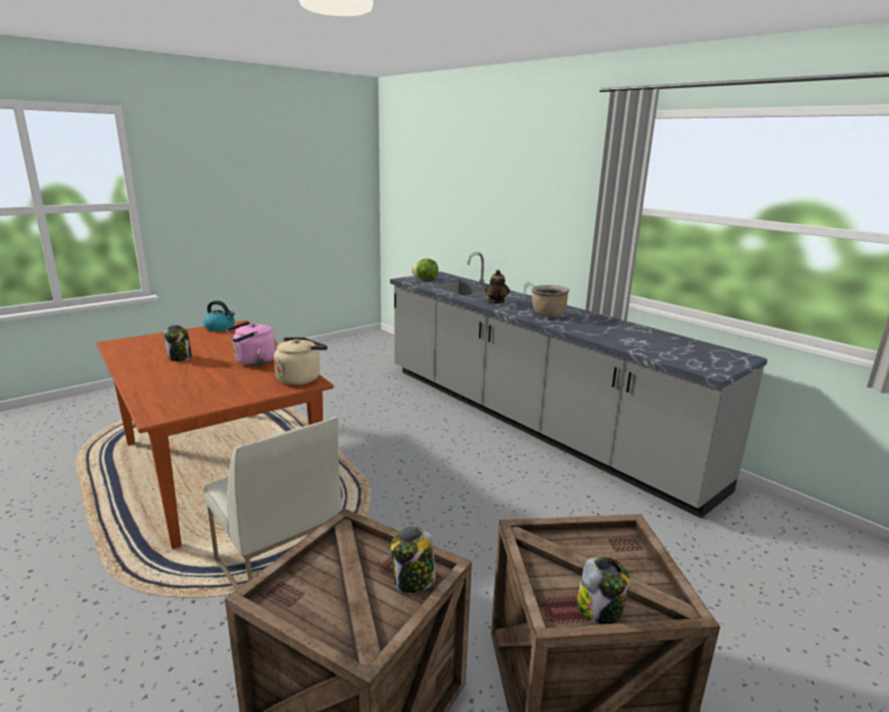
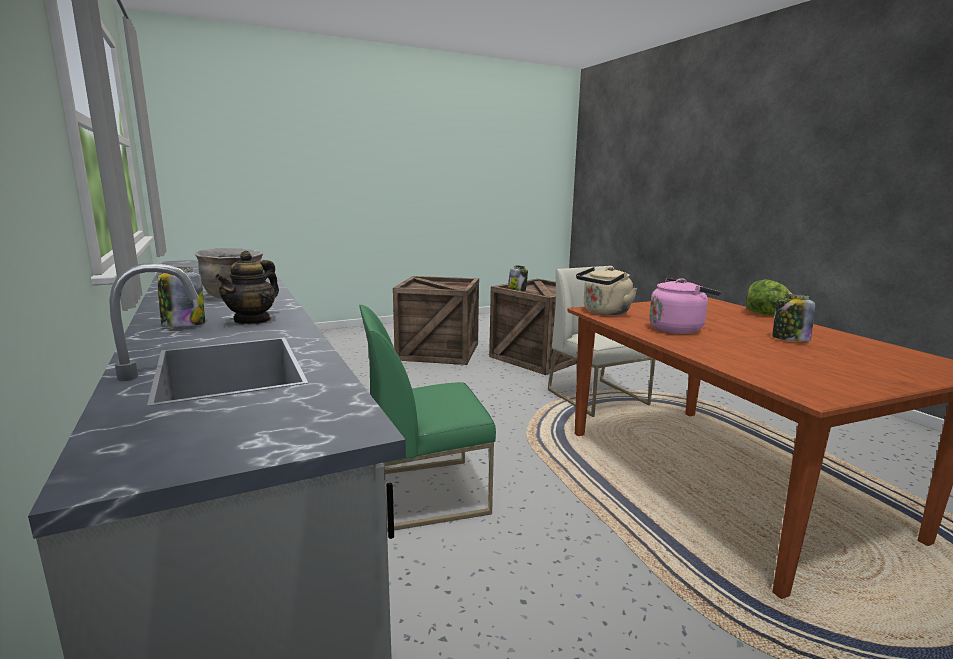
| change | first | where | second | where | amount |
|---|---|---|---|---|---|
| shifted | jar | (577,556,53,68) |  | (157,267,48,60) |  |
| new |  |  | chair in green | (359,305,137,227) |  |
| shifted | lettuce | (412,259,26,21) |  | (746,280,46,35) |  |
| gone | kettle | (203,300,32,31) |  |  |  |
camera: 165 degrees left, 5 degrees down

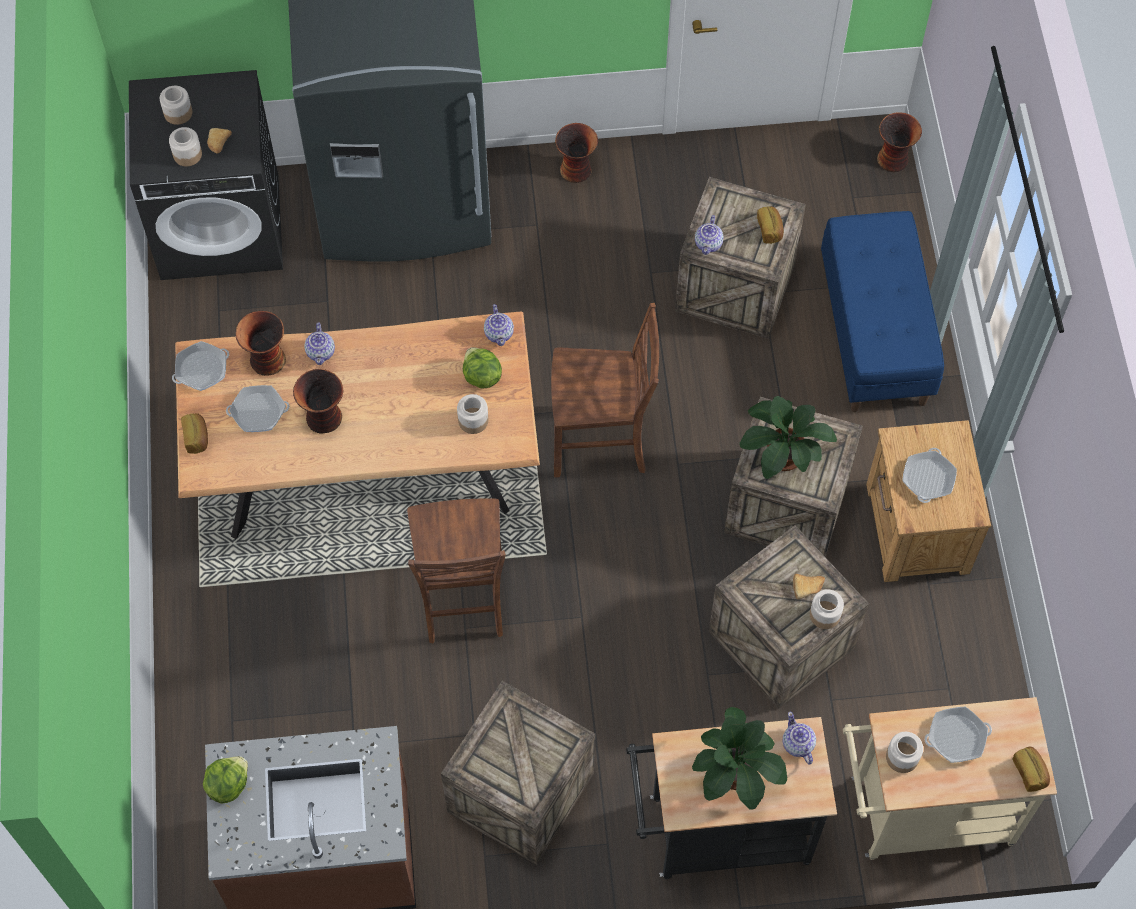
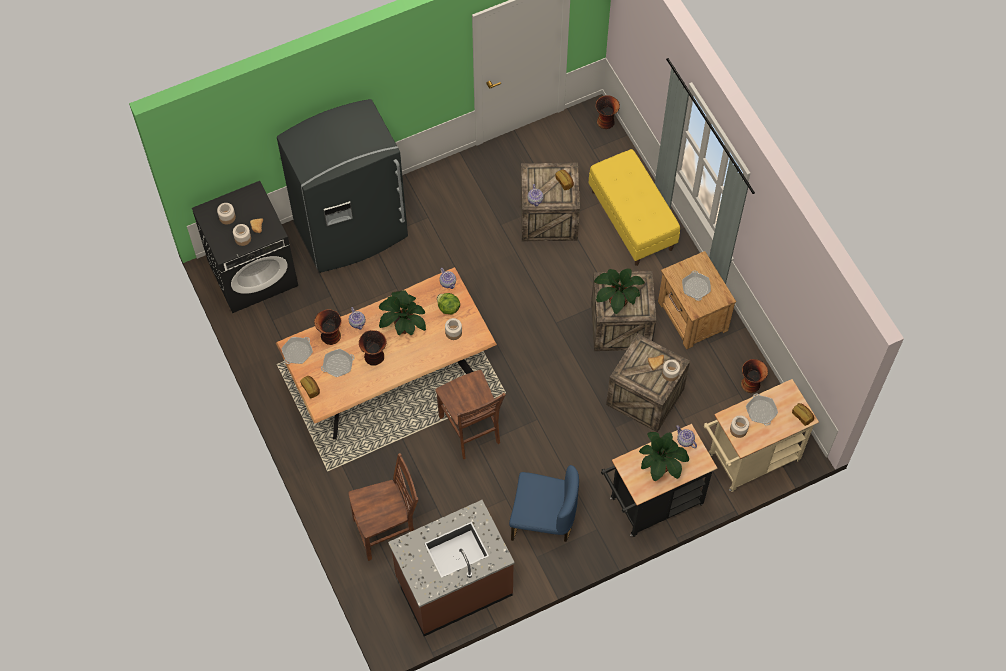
| change | first | where | second | where | amount |
|---|---|---|---|---|---|
| shifted | chair in brown | (551,303,108,174) |  | (348,453,70,108) |  |
| new |  |  | potted plant | (379,290,47,45) |  |
| swapped | crate | (441,681,154,184) | chair in blue | (509,465,70,77) |  |
| repainted | bench in blue | (821,211,123,201) | bench in yellow | (589,149,91,117) |  |
| shifted | vase | (555,123,43,60) |  | (741,359,27,34) |  |
| rotated | frying pan | (924,706,68,57) |  | (746,394,32,32) | 75 degrees counterclockwise |
| gone | lettuce | (203,756,45,47) |  |  |  |
camera: 20 degrees left, 0 degrees up

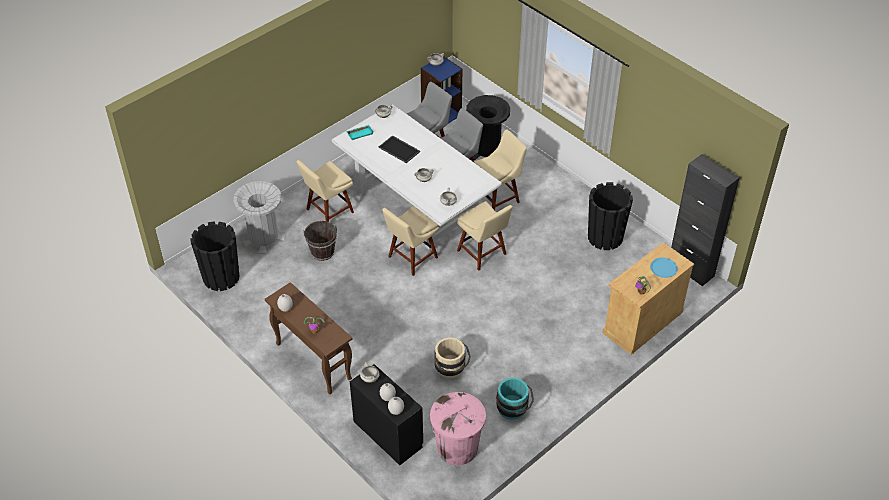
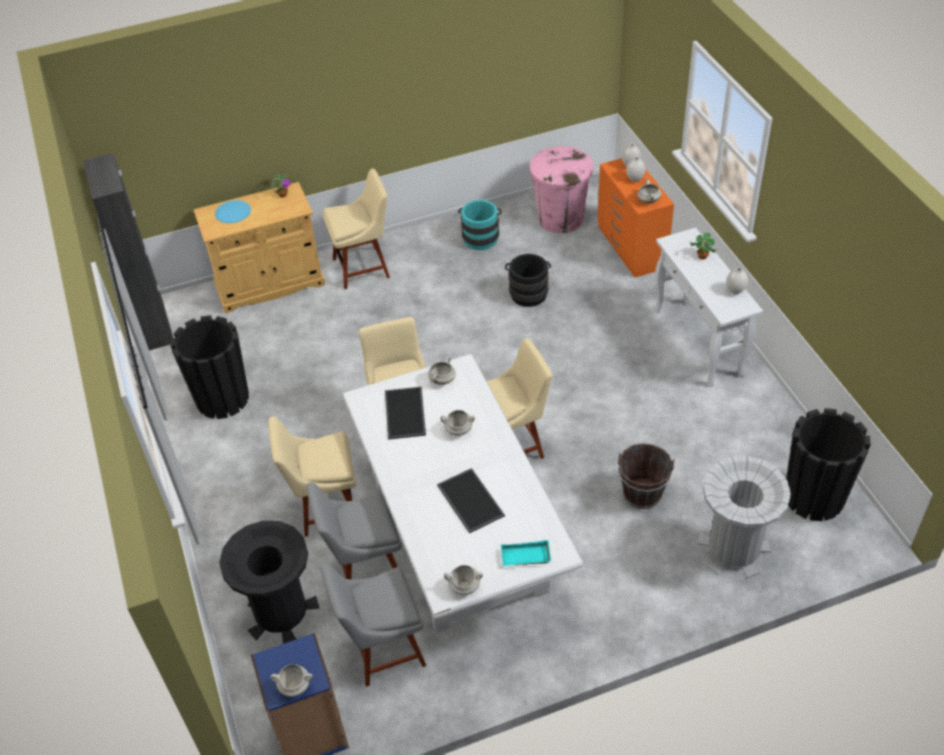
| change | first | where | second | where | amount |
|---|---|---|---|---|---|
| shifted | chair in beige | (297,160,57,62) |  | (323,169,67,120) |  |
| new |  |  | tray | (385,387,41,53) |  |
| repainted | bucket in beige | (434,338,37,40) | bucket in black | (505,254,47,53) |  |
| repainted | dresser in black | (350,364,73,101) | dresser in orange | (597,158,77,120) |  |
| repainted | console table in brown | (265,282,87,112) | console table in white | (655,228,108,159) |  |
camera: 155 degrees left, 0 degrees up

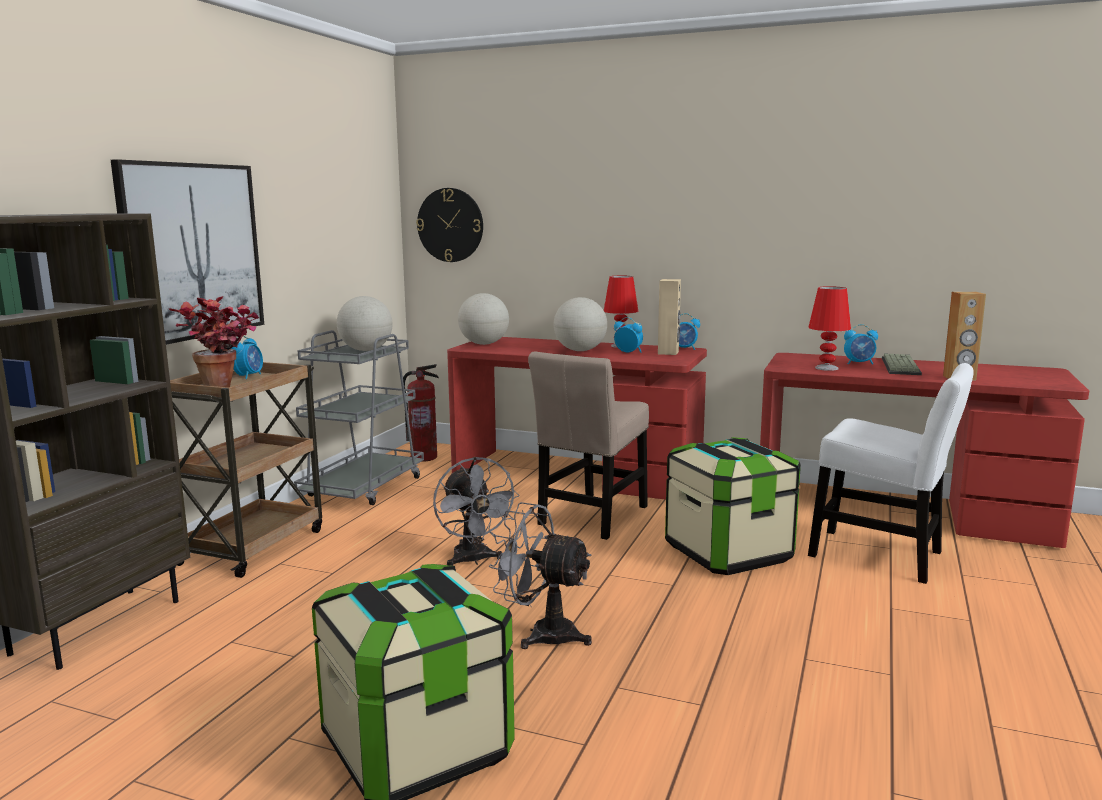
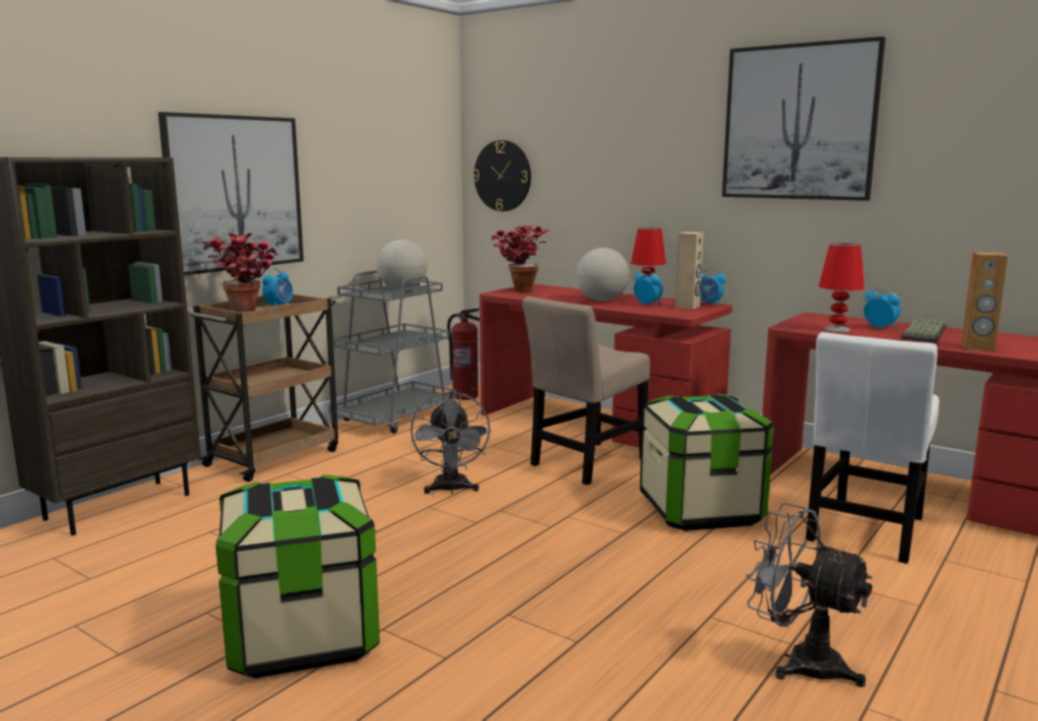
| change | first | where | second | where | amount |
|---|---|---|---|---|---|
| swapped | globe | (458,293,51,52) | potted plant | (491,225,58,68) |  |
| new |  |  | picture | (722,36,164,165) |  |
| shifted | fan in grey | (489,502,103,147) |  | (746,503,127,184) |  |
| rotated | chair in white | (808,363,166,221) |  | (806,332,133,232) | 75 degrees clockwise |
| rotated | alarm clock | (844,324,34,41) |  | (864,287,36,42) | 150 degrees counterclockwise |
camera: 15 degrees right, 0 degrees up

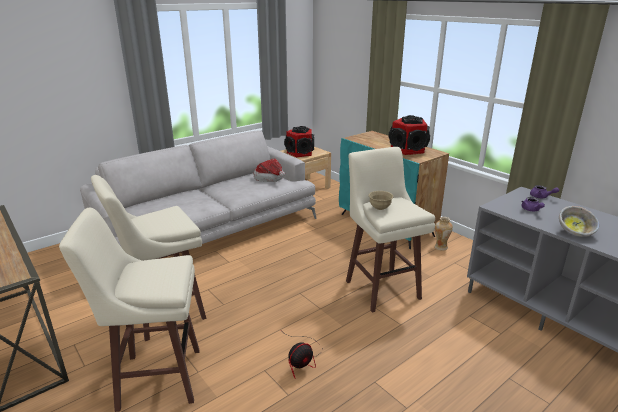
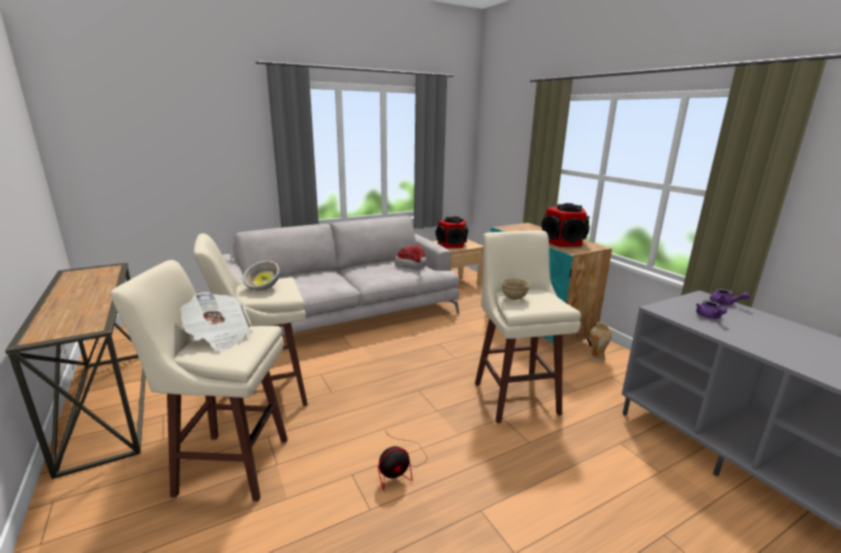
| change | first | where | second | where | amount |
|---|---|---|---|---|---|
| new |  |  | newspaper | (181,292,72,59) |  |
| shifted | bowl | (559,206,40,31) |  | (243,261,37,29) |  |
camera: 10 degrees right, 5 degrees down

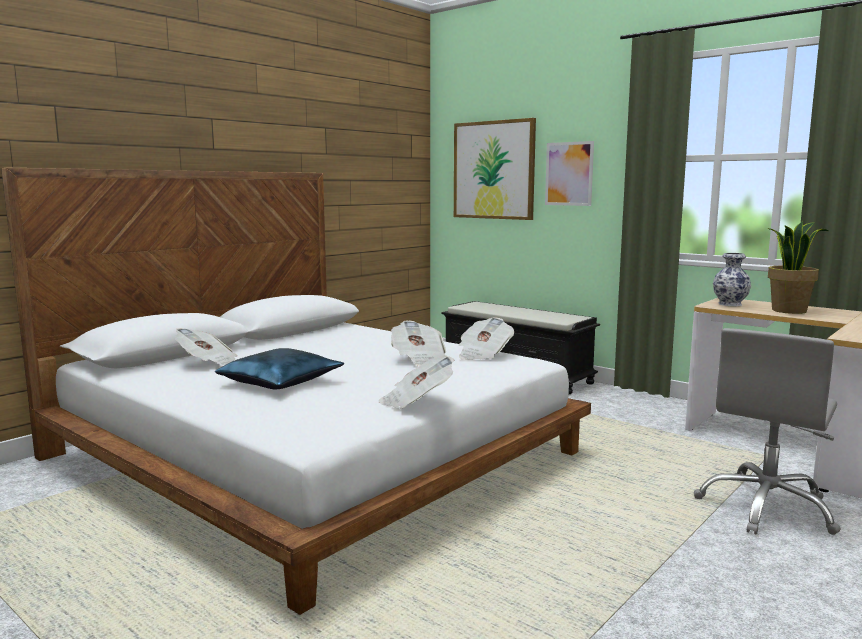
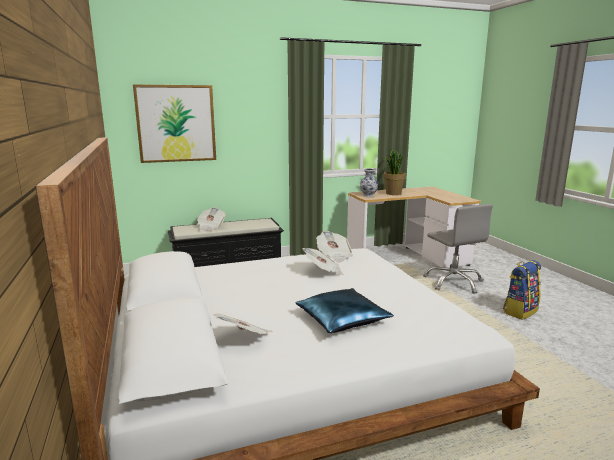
| change | first | where | second | where | amount |
|---|---|---|---|---|---|
| shifted | newspaper | (379,357,76,52) |  | (197,207,29,25) |  |
| new |  |  | backpack | (503,260,38,60) |  |
| gone | picture | (545,141,49,65) |  |  |  |
camera: 60 degrees left, 5 degrees up

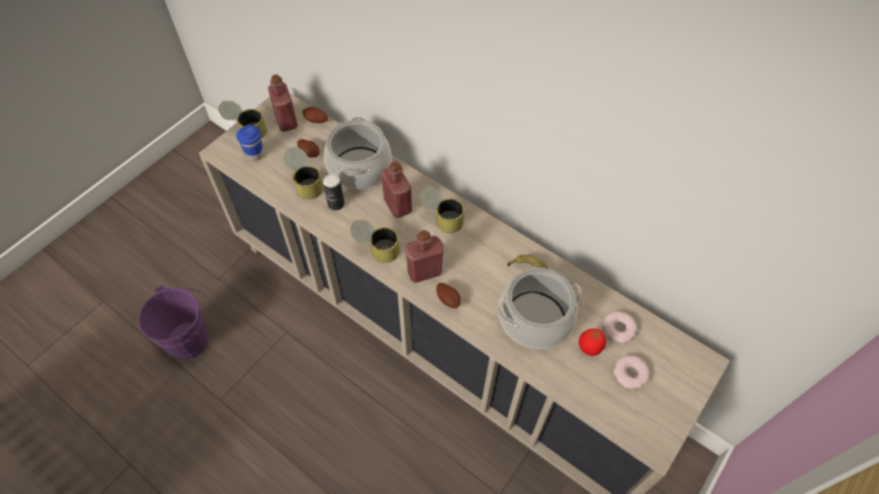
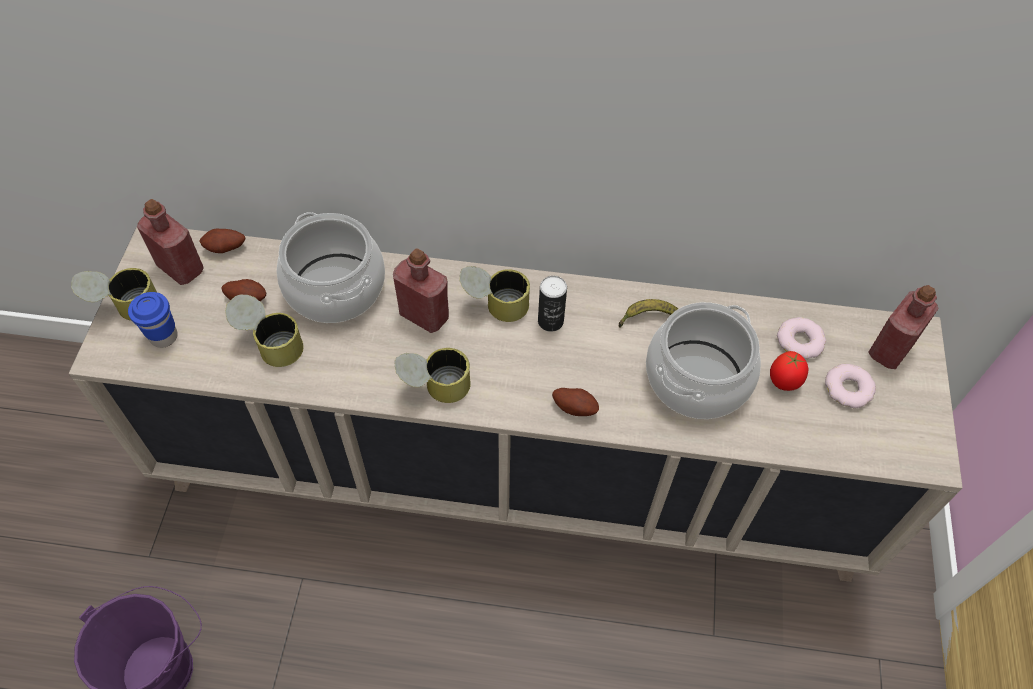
| change | first | where | second | where | amount |
|---|---|---|---|---|---|
| shifted | can | (323,173,22,38) |  | (538,276,29,56) |  |
| shifted | bottle in red | (405,230,39,53) |  | (868,285,71,84) |  |
camera: 30 degrees left, 0 degrees up

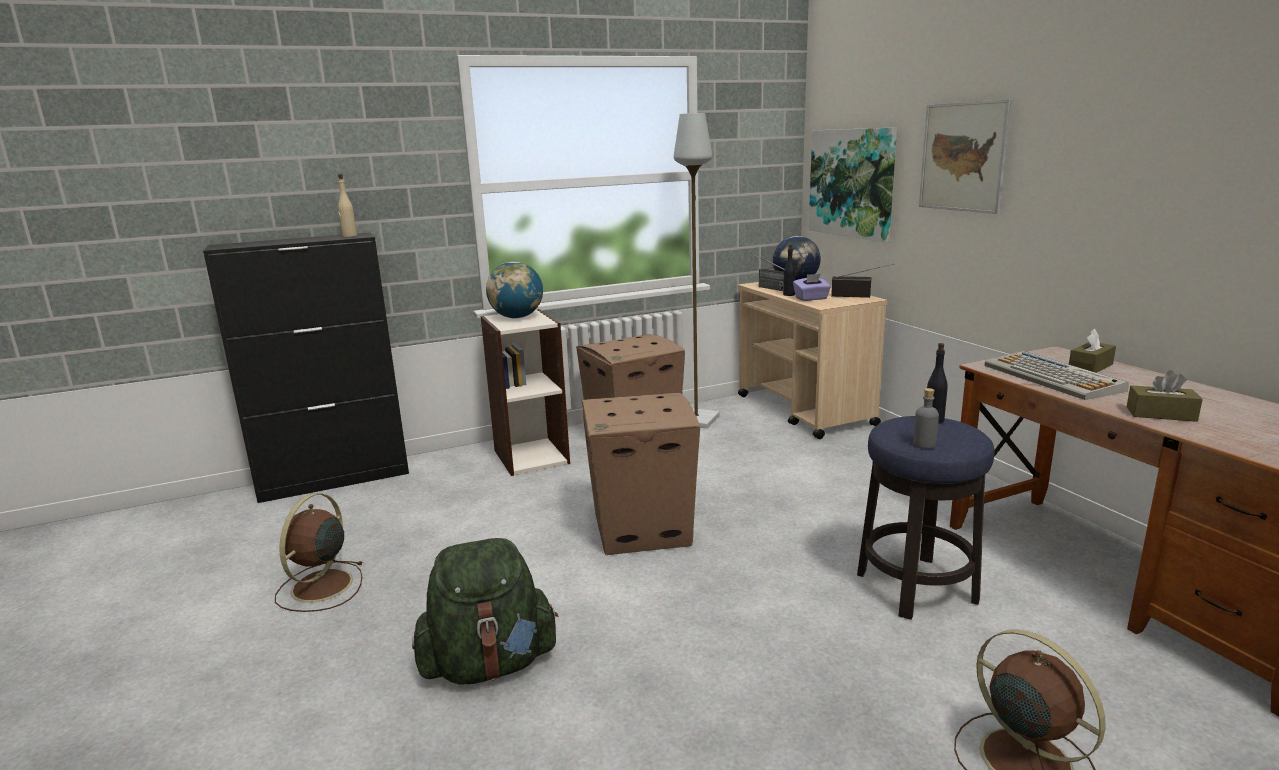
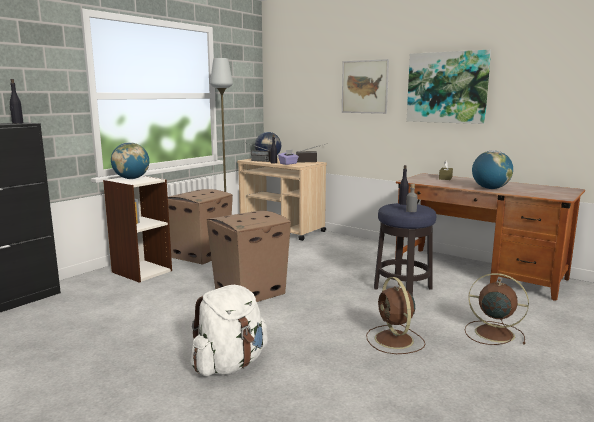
| change | first | where | second | where | amount |
|---|---|---|---|---|---|
| repainted | bottle in beige | (338,174,19,63) | bottle in black | (10,79,13,45) |  |
| repainted | backpack in green | (412,538,147,147) | backpack in white | (191,285,77,91) |  |
| shifted | fan in brown | (275,493,88,119) |  | (366,277,59,77) |  |
| shifted | picture | (809,127,88,115) |  | (407,49,84,75) |  |
| swapped | tissue box in brown | (1127,370,76,52) | globe | (472,150,41,39) |  |
| gone | keyboard | (984,351,145,49) |  |  |  |
camera: 30 degrees left, 5 degrees down

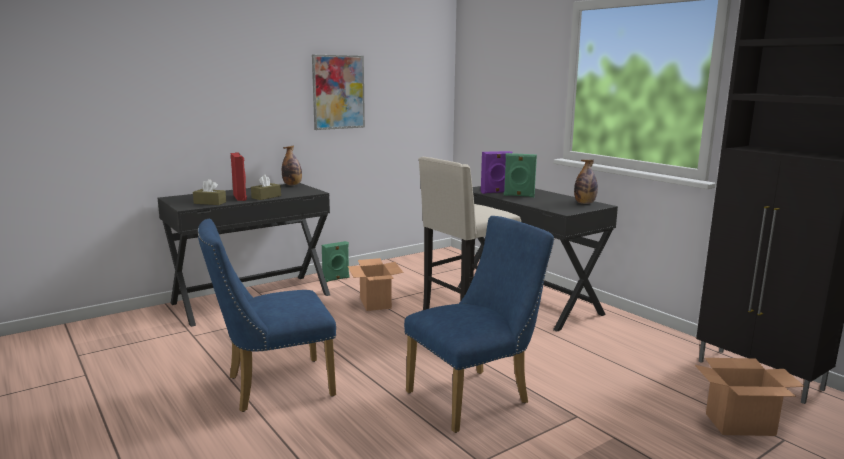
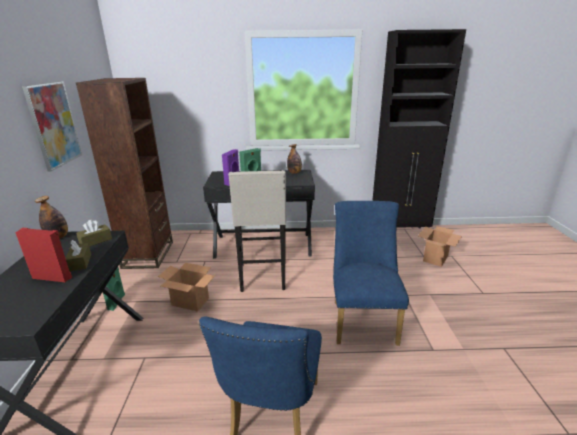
| change | first | where | second | where | amount |
|---|---|---|---|---|---|
| new |  |  | bookcase in brown | (76,78,97,191) |  |
| shifted | tissue box in brown | (193,179,33,26) |  | (76,220,36,26) |  |
camera: 55 degrees left, 10 degrees up

